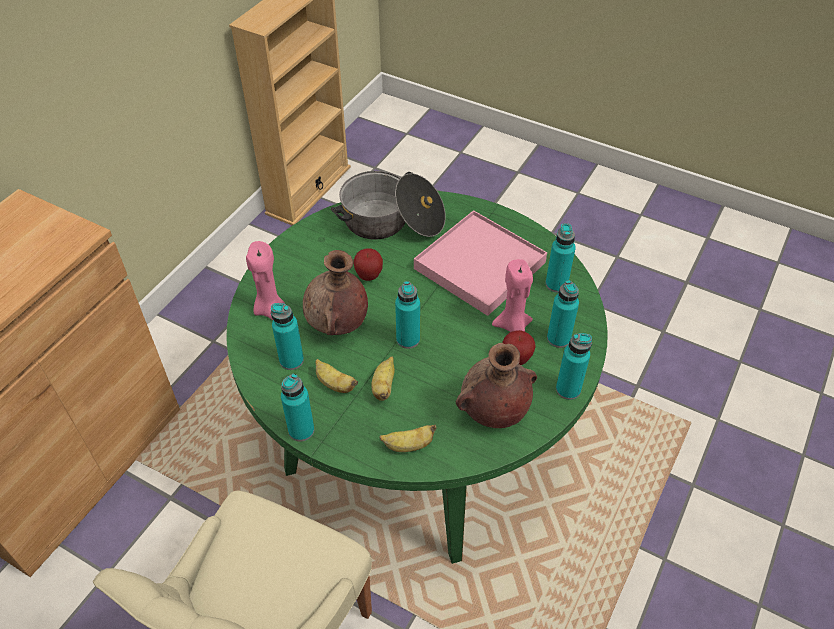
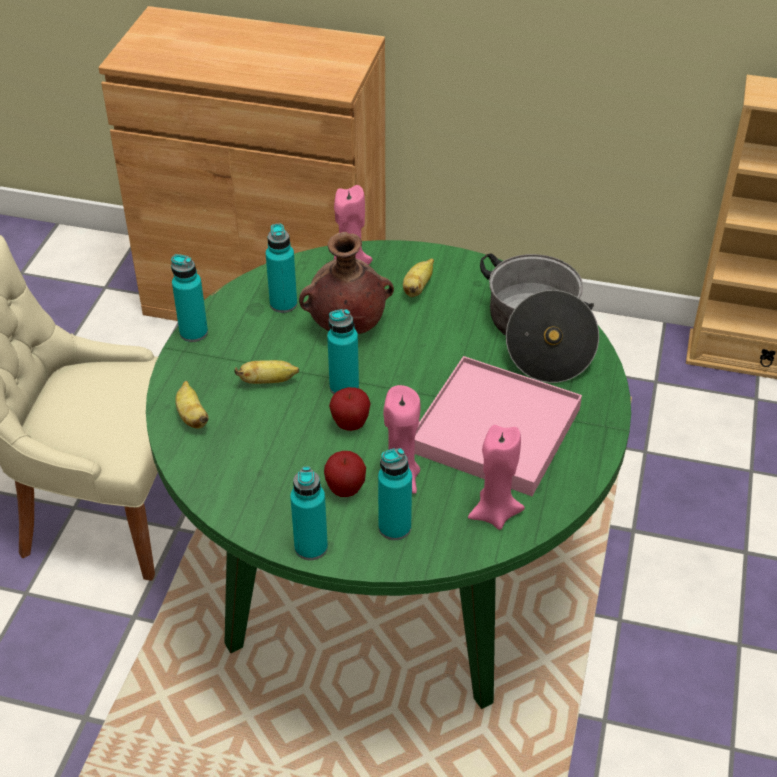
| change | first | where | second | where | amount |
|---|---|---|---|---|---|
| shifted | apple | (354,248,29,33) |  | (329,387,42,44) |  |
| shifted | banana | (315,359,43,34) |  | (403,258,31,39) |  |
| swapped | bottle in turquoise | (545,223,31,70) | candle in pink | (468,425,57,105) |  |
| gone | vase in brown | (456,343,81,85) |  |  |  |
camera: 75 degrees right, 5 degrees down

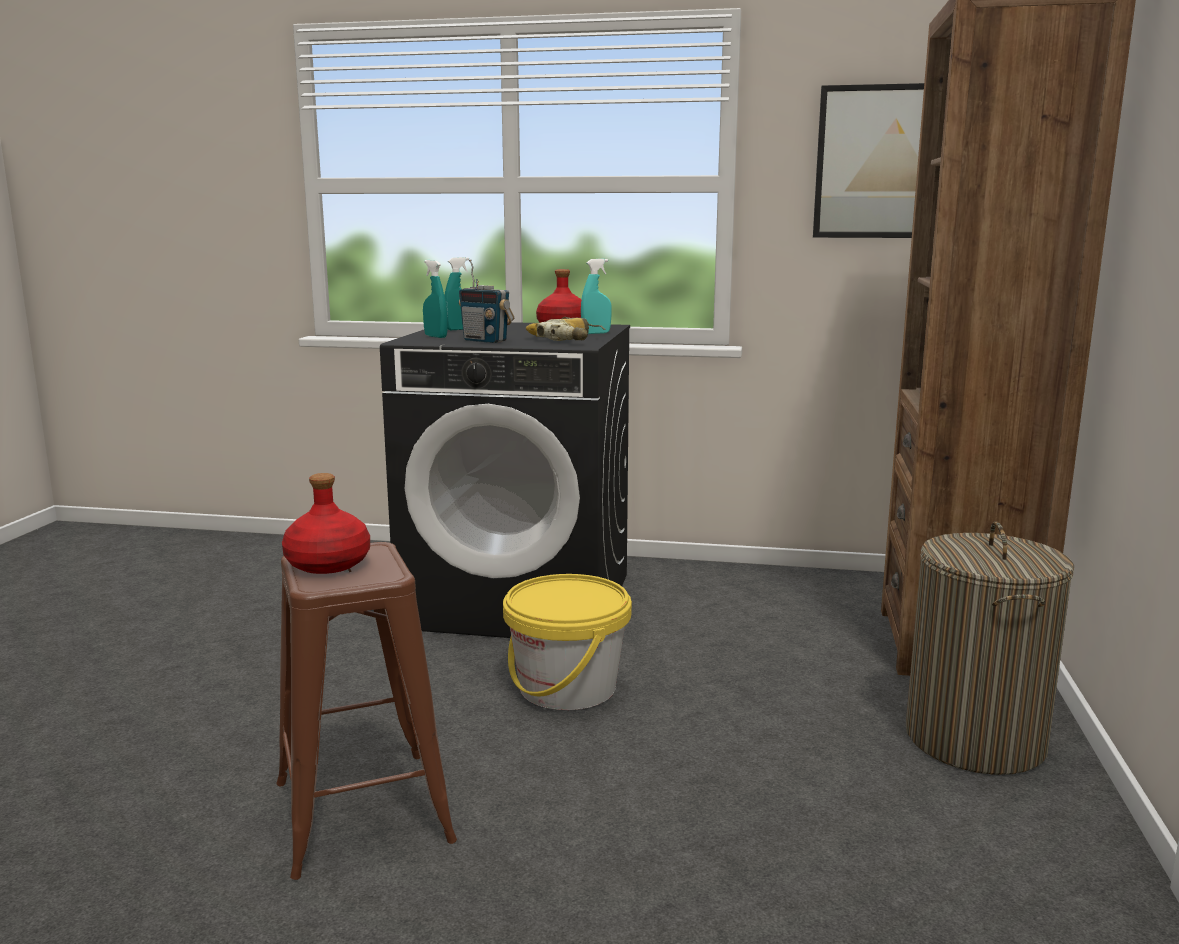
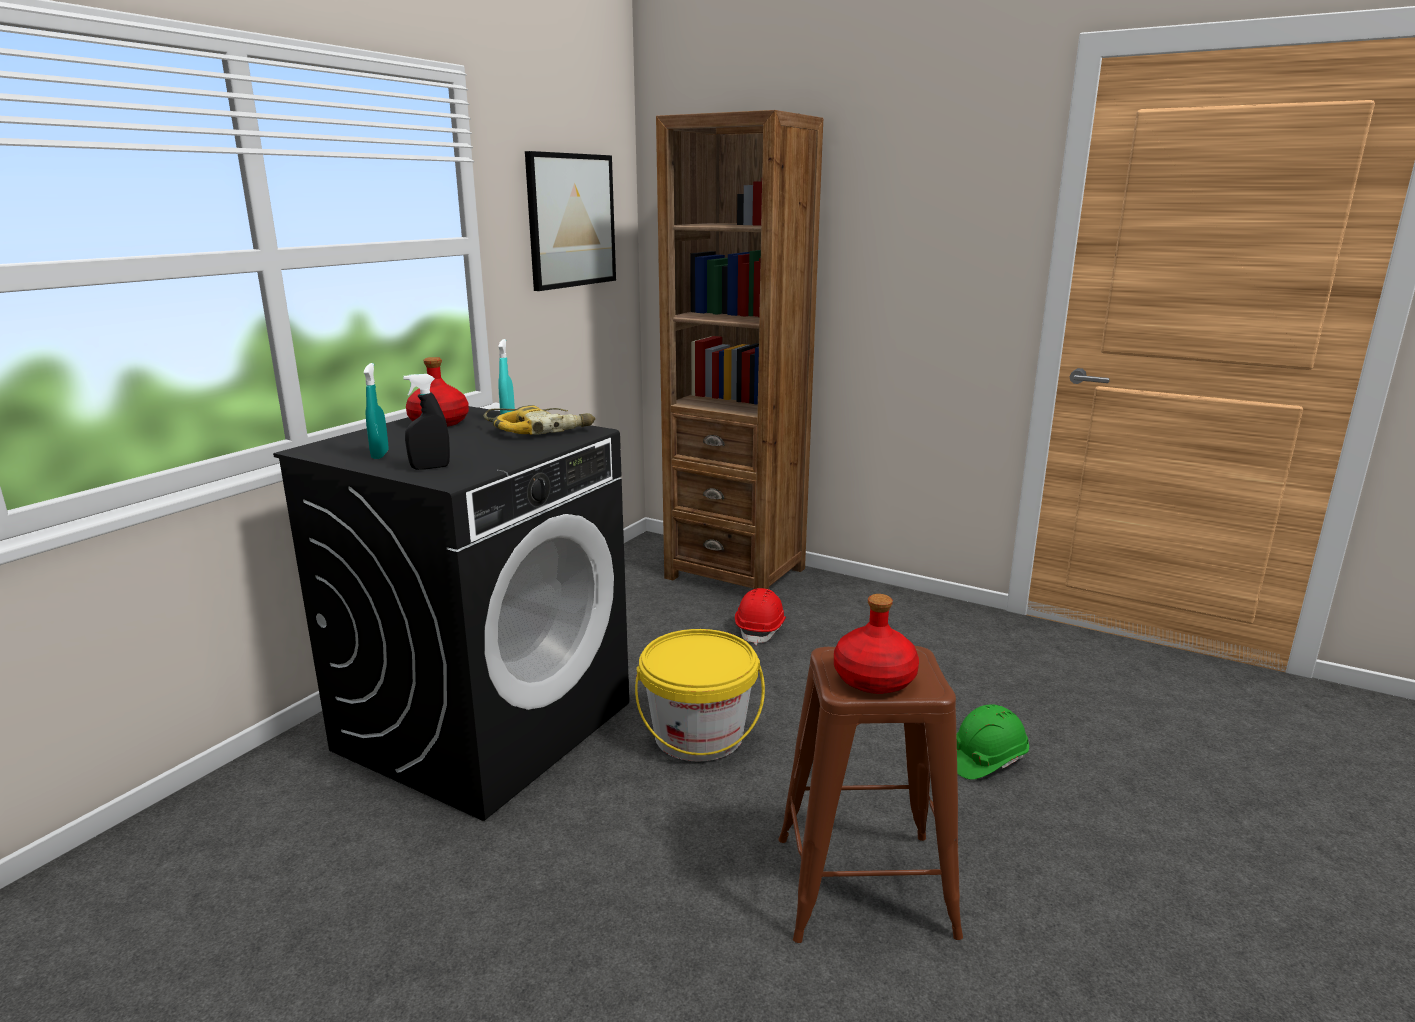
| change | first | where | second | where | amount |
|---|---|---|---|---|---|
| repainted | spray bottle in turquoise | (423,260,25,78) | spray bottle in black | (403,374,47,96) |  |
| new |  |  | hard hat in red | (735,588,51,57) |  |
| new |  |  | hard hat in green | (956,704,73,76) |  |
| gone | radio | (459,260,55,83) |  |  |  |
| gone | laundry basket | (906,521,168,254) |  |  |  |
camera: 70 degrees left, 5 degrees up

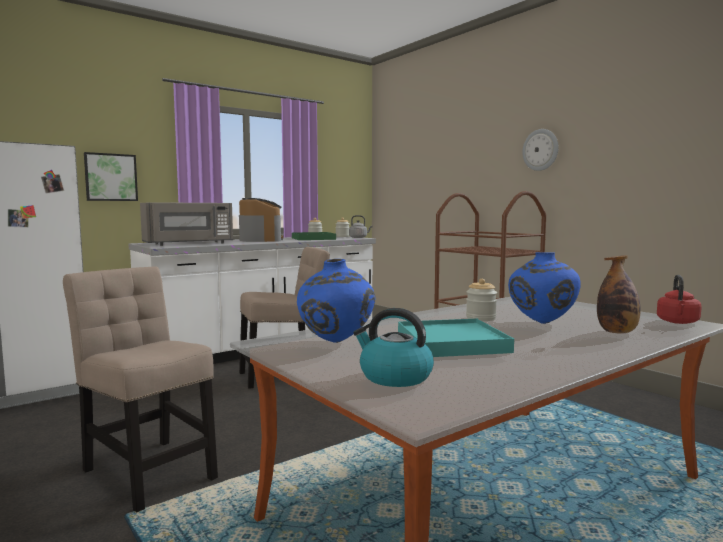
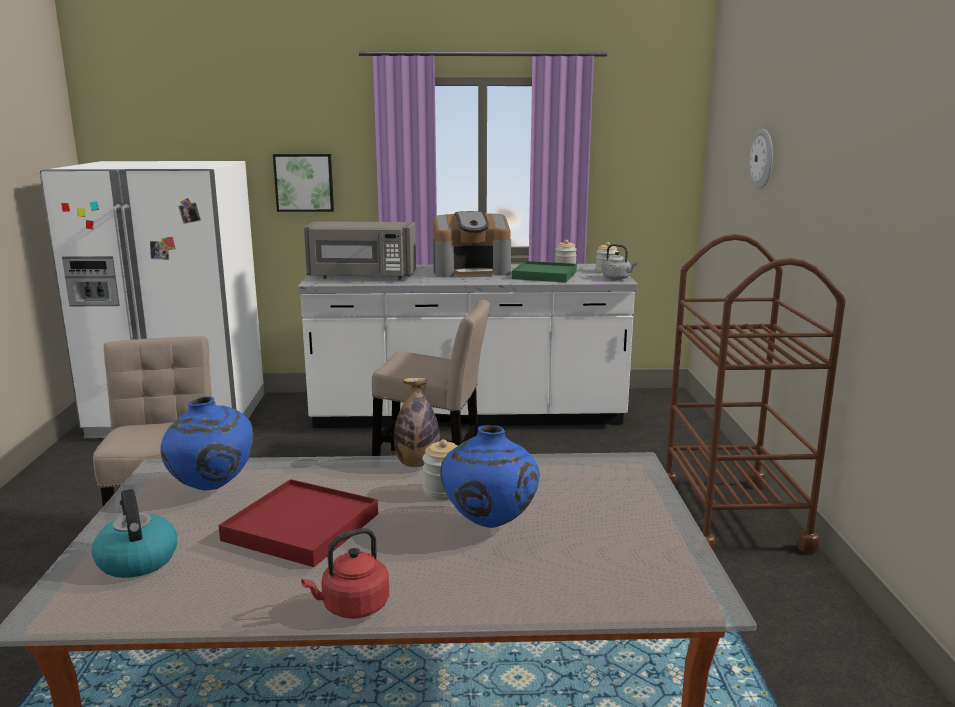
| change | first | where | second | where | amount |
|---|---|---|---|---|---|
| repainted | tray in turquoise | (398,319,116,38) | tray in red | (219,479,159,88) |  |
| shifted | kettle in red | (657,275,45,49) |  | (301,528,88,91) |  |
| shifted | bottle | (597,255,44,78) |  | (394,378,46,89) |  |
| rotated | coffee machine | (239,198,44,44) |  | (432,211,79,67) | 60 degrees clockwise |
| shifted | wall clock | (522,129,37,42) |  | (749,129,24,60) |  |
camera: 35 degrees right, 10 degrees up

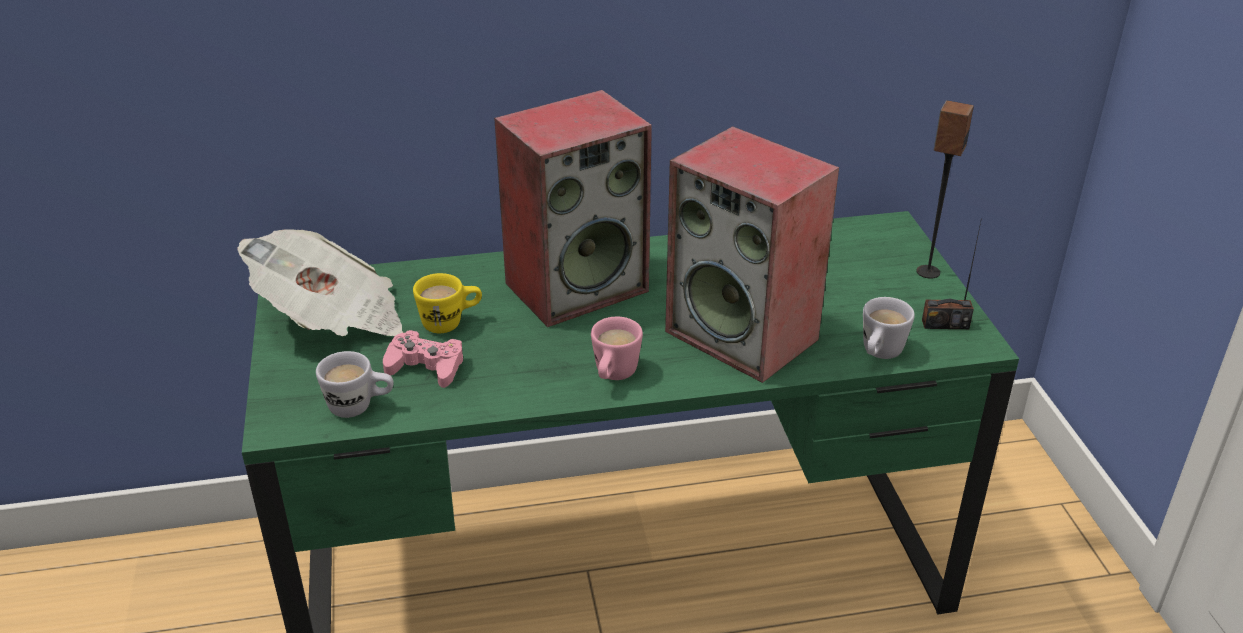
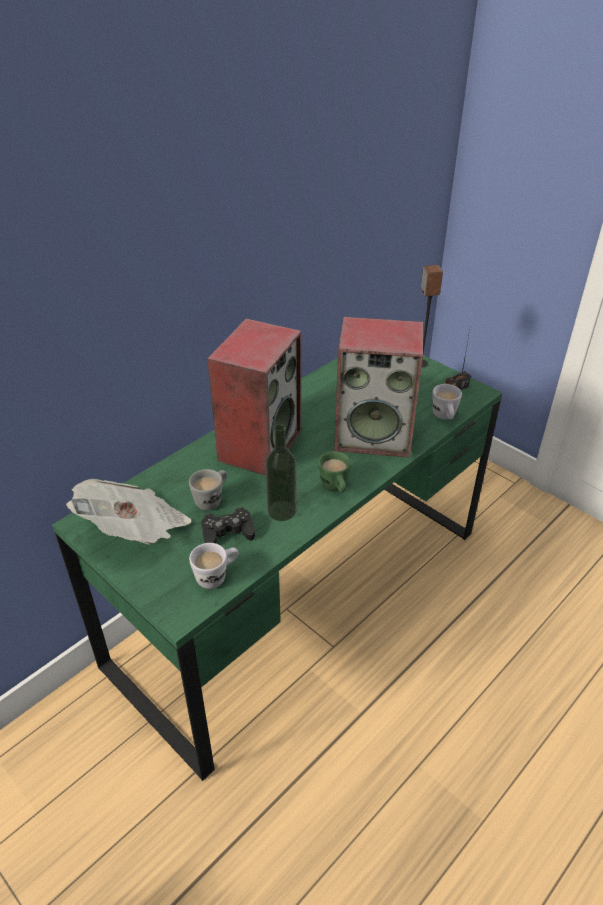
| change | first | where | second | where | amount |
|---|---|---|---|---|---|
| repainted | mug in yellow | (413,273,69,60) | mug in grey | (189,469,38,41) |  |
| repainted | game controller in pink | (383,330,80,58) | game controller in black | (201,507,54,36) |  |
| new |  |  | bottle | (265,424,32,97) |  |
| repainted | mug in pink | (591,317,52,63) | mug in green | (318,451,33,42) |  |
camera: 35 degrees left, 5 degrees up

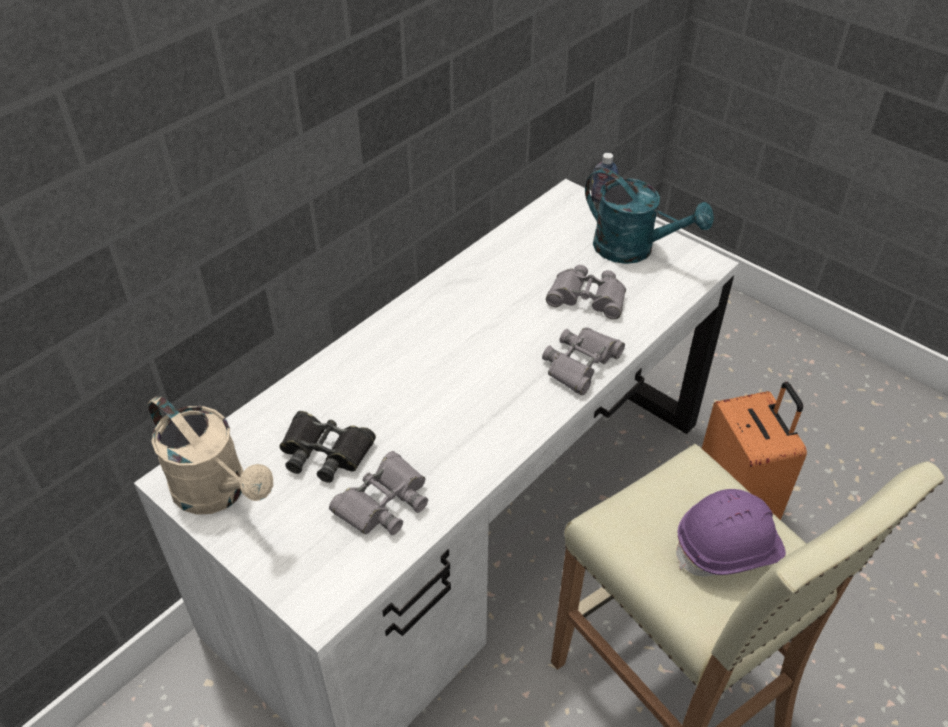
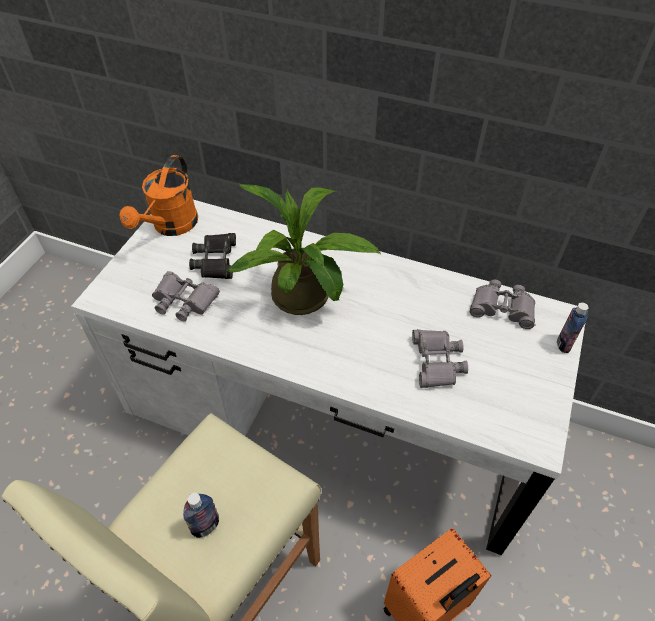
| change | first | where | second | where | amount |
|---|---|---|---|---|---|
| repainted | watering can in beige | (148,395,125,120) | watering can in orange | (119,155,79,81) |  |
| swapped | hard hat in purple | (676,489,110,87) | bottle | (183,493,36,45) |  |
| new |  |  | potted plant | (227,183,155,132) |  |
| shifted | binoculars in grey | (542,328,83,67) |  | (470,280,65,49) |  |
| gone | watering can in turquoise | (585,168,129,96) |  |  |  |
camera: 70 degrees right, 5 degrees up

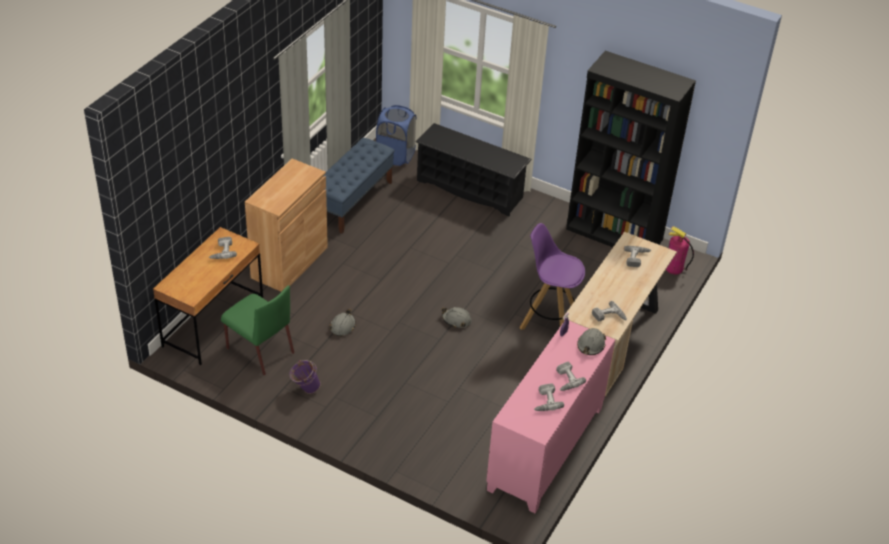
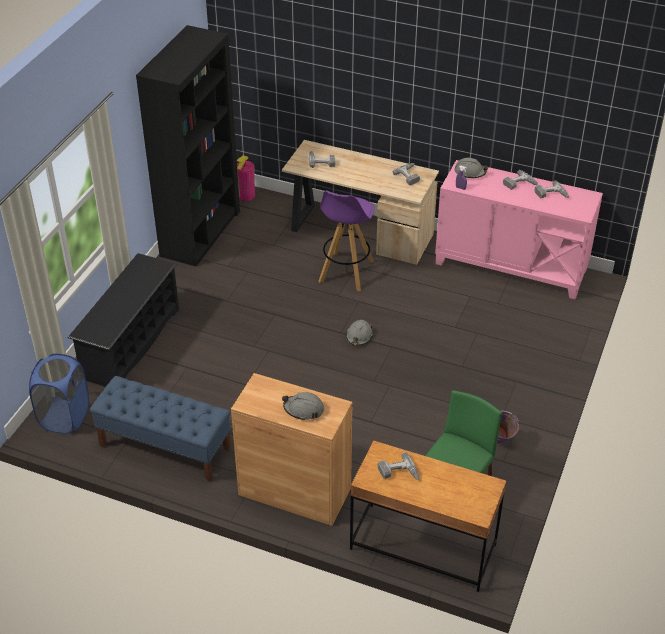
| change | first | where | second | where | amount |
|---|---|---|---|---|---|
| shifted | hard hat in grey | (329,309,27,27) |  | (282,392,42,29) |  |
camera: 95 degrees left, 0 degrees up

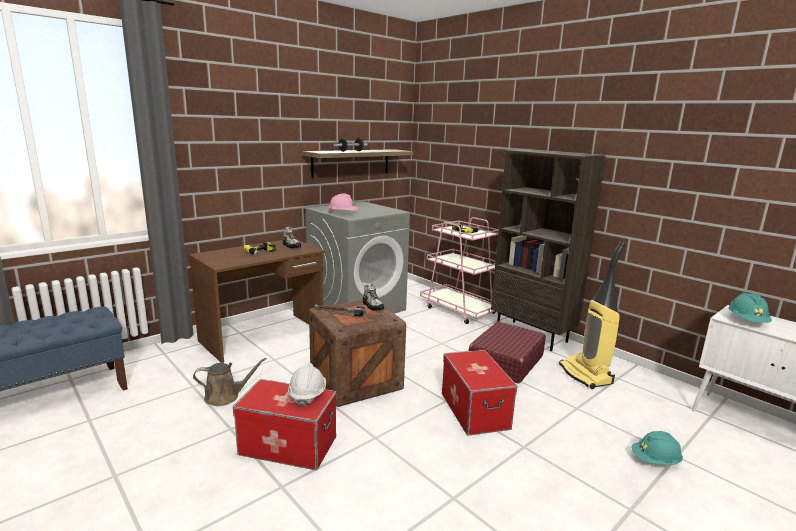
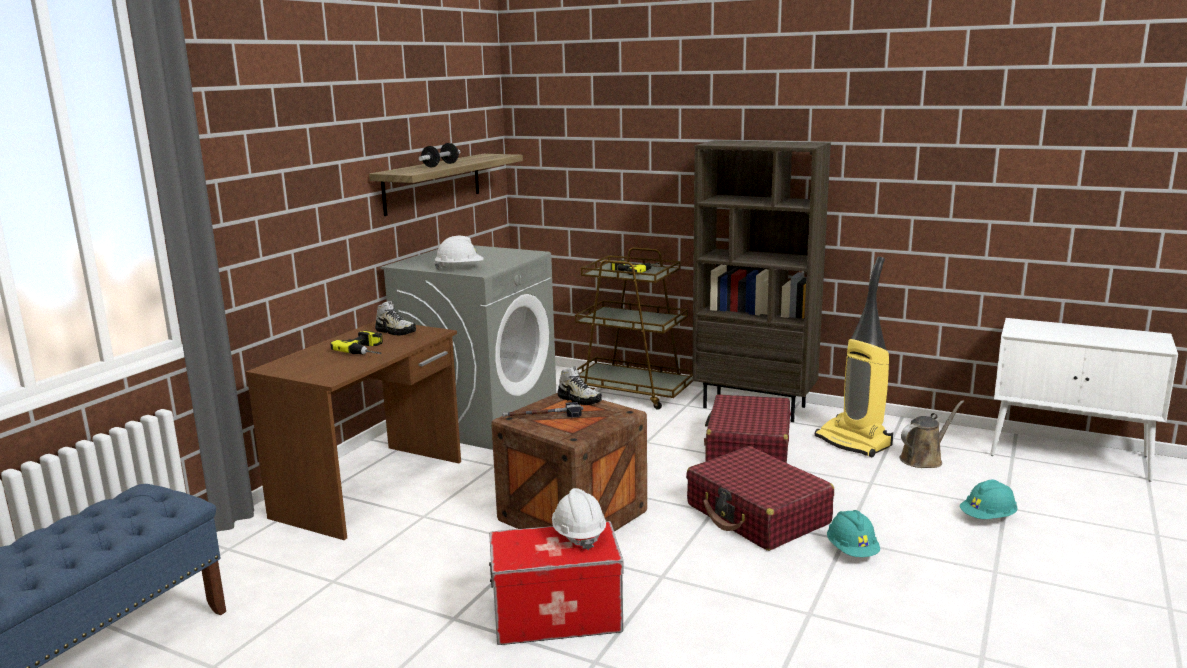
| change | first | where | second | where | amount |
|---|---|---|---|---|---|
| repainted | hard hat in pink | (328,194,30,19) | hard hat in white | (434,236,50,34) |  |
| repainted | cart in pink | (420,217,79,107) | cart in brown | (575,247,118,163) |  |
| swapped | storage box | (442,350,75,86) | suitcase in red | (686,446,148,105) |  |
| shifted | hard hat in turquoise | (728,293,44,30) |  | (827,510,53,47) |  |
| shifted | watering can in brown | (193,358,74,48) |  | (900,400,64,68) |  |
camera: 20 degrees left, 0 degrees up

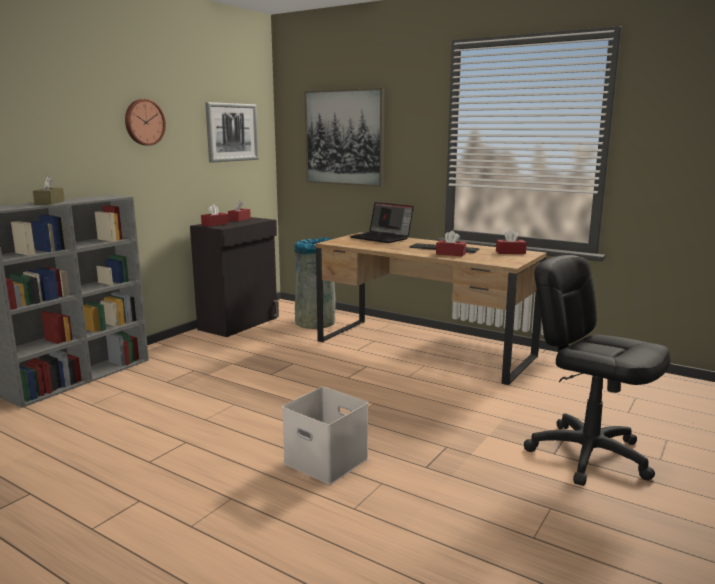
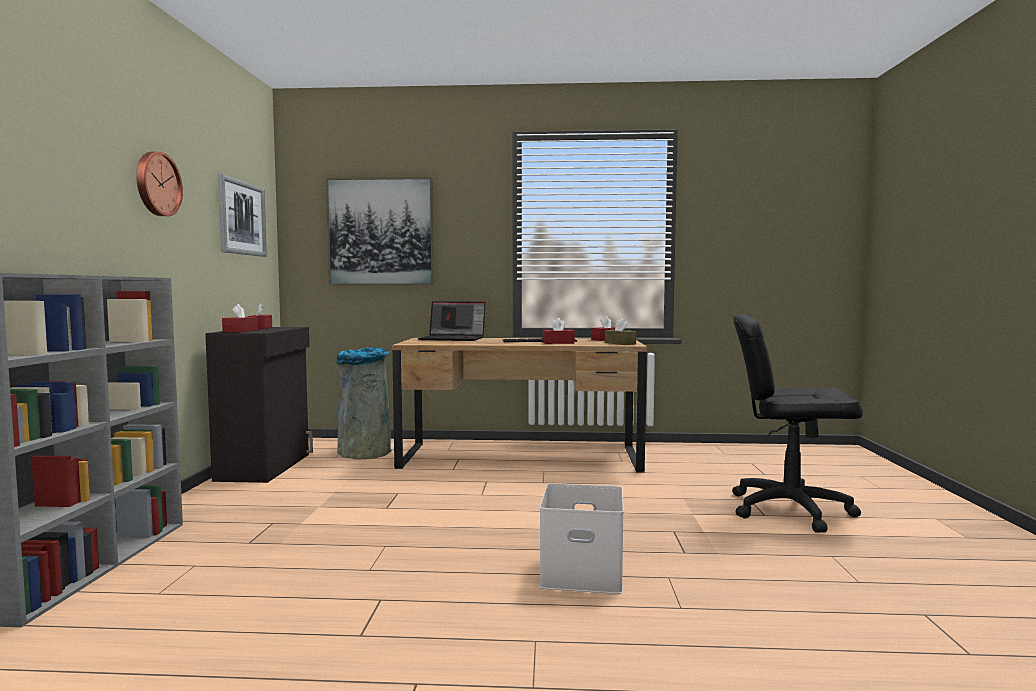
| change | first | where | second | where | amount |
|---|---|---|---|---|---|
| shifted | tissue box in brown | (33,176,32,29) |  | (605,318,31,27) |  |
camera: 30 degrees left, 10 degrees down

